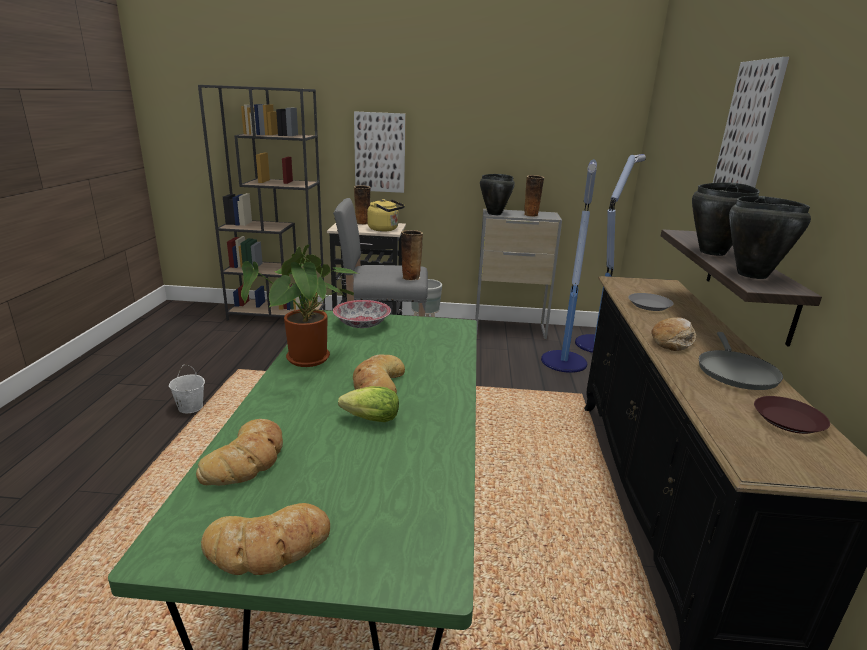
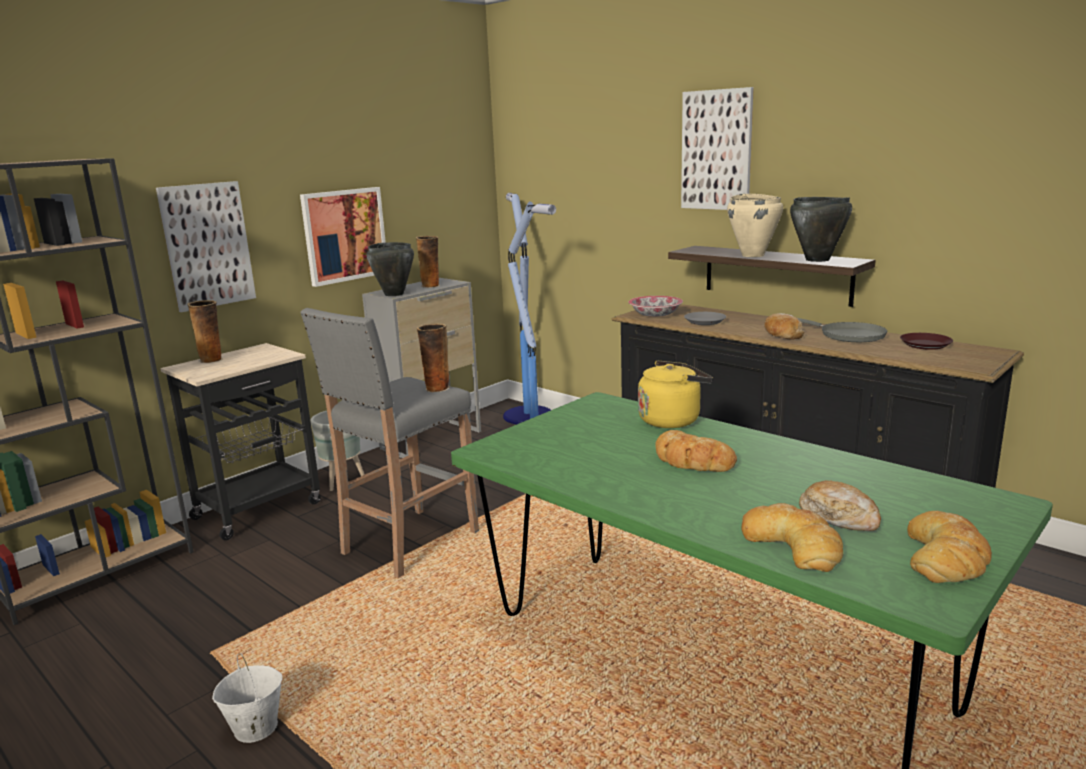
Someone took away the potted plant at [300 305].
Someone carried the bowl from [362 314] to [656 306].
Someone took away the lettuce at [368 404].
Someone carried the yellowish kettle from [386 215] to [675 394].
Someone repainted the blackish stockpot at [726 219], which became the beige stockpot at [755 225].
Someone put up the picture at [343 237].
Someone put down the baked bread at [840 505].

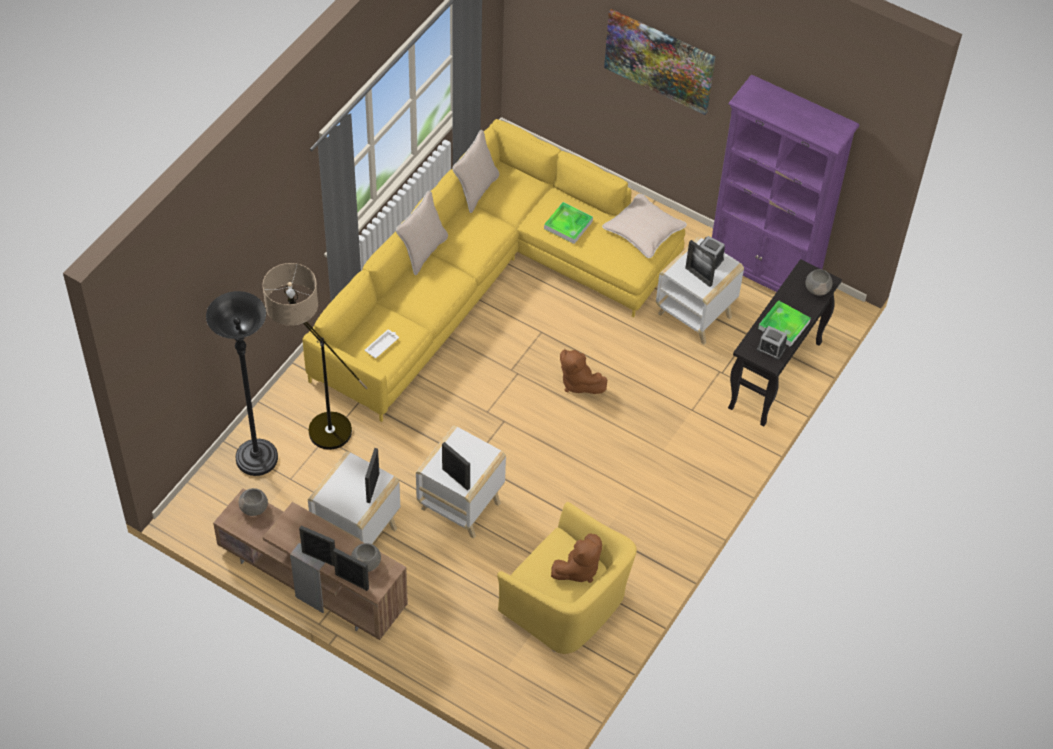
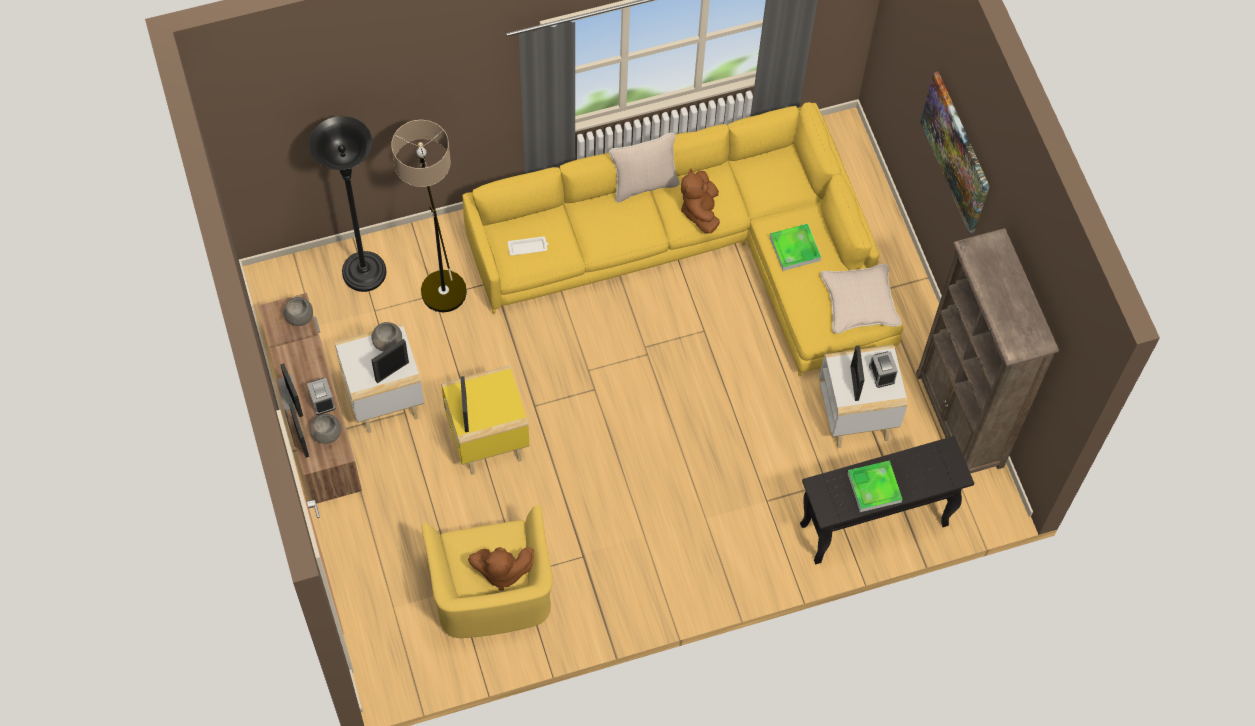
Someone repainted the white side table at [461 482], which became the yellowish side table at [485 420].
Someone took away the beige pillow at [475 171].
Someone carried the brown-coloured soft toy from [583 371] to [700 201].
Someone repainted the purple-coloured bookcase at [786 183], which became the brown-coloured bookcase at [987 351].
Someone carried the table clock from [772 343] to [321 396].
Someone carried the gray bowl from [818 282] to [387 337].

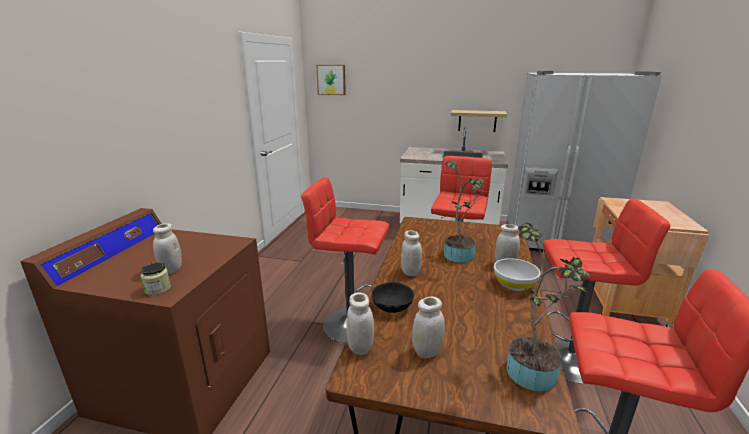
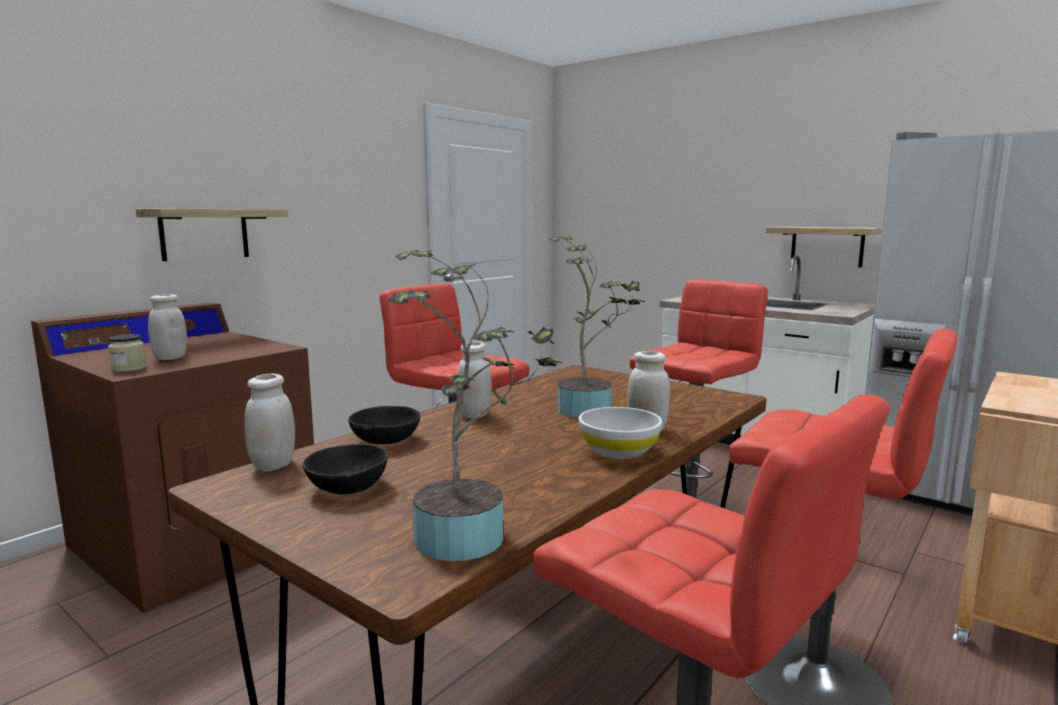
Someone took away the picture at [331 80].
Someone swapped the white storage jar at [428 327] for the blackish bowl at [345 469].
Someone put up the wall shelf at [212 235].

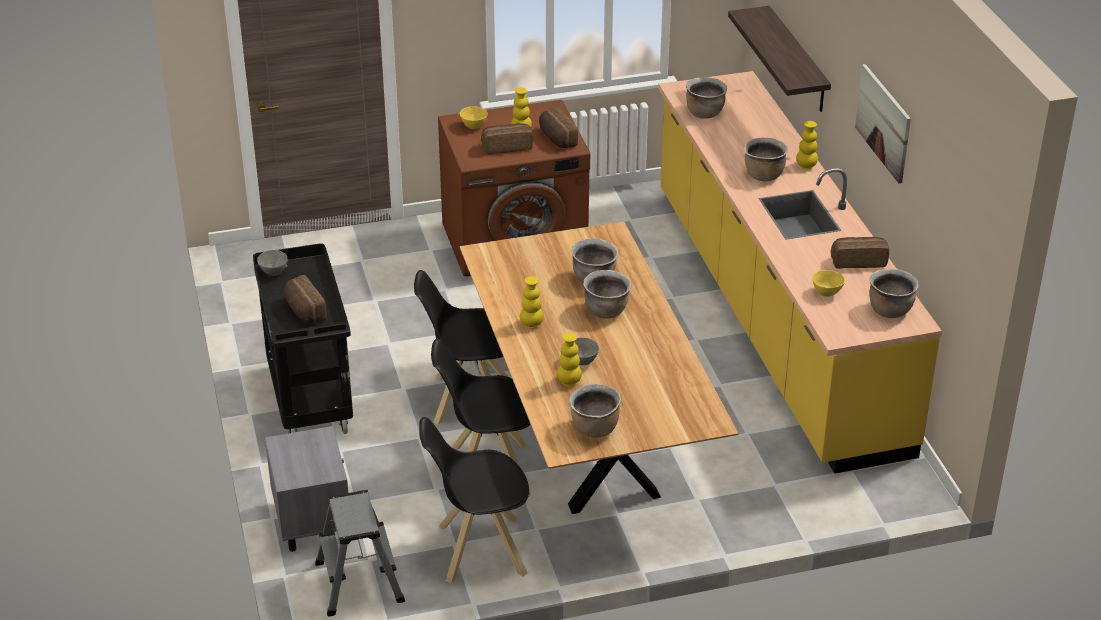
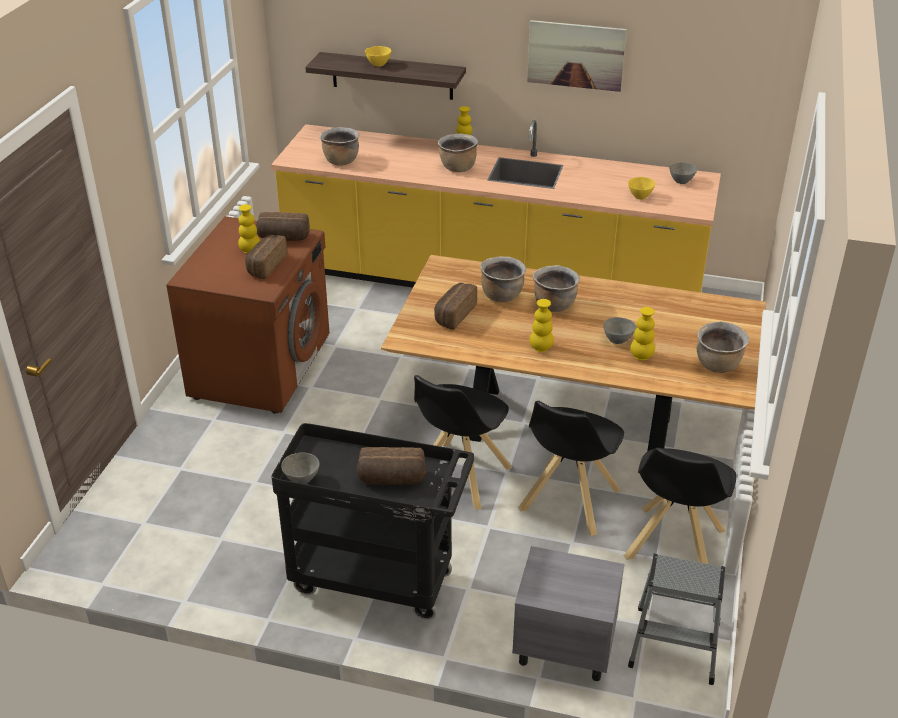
Someone carried the yellowish bowl from [474 117] to [378 56].
Someone carried the baked bread from [860 253] to [455 306].
Someone swapped the brown-coloured stockpot at [894 293] for the gray bowl at [683 173].

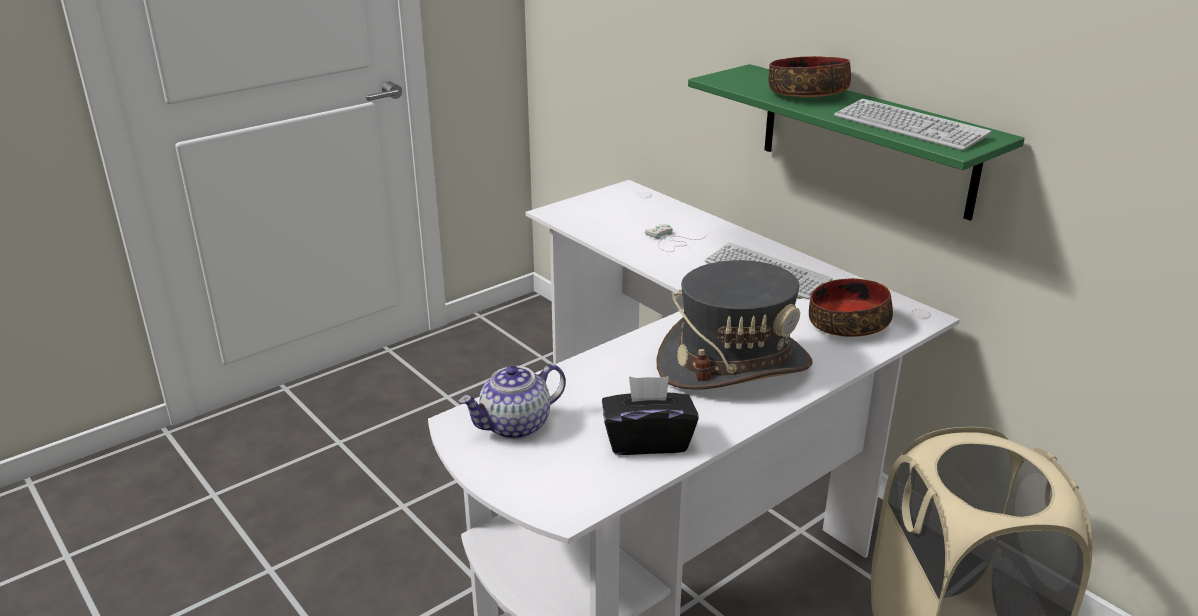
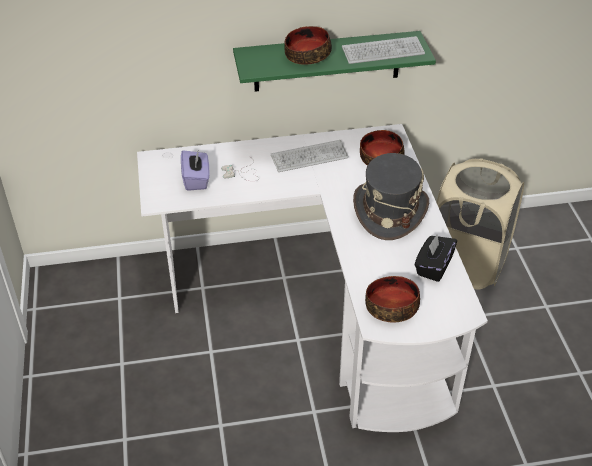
Someone swapped the teapot at [512 401] for the bowl at [392 299].
Someone put down the purple-coloured tissue holder at [195 170].

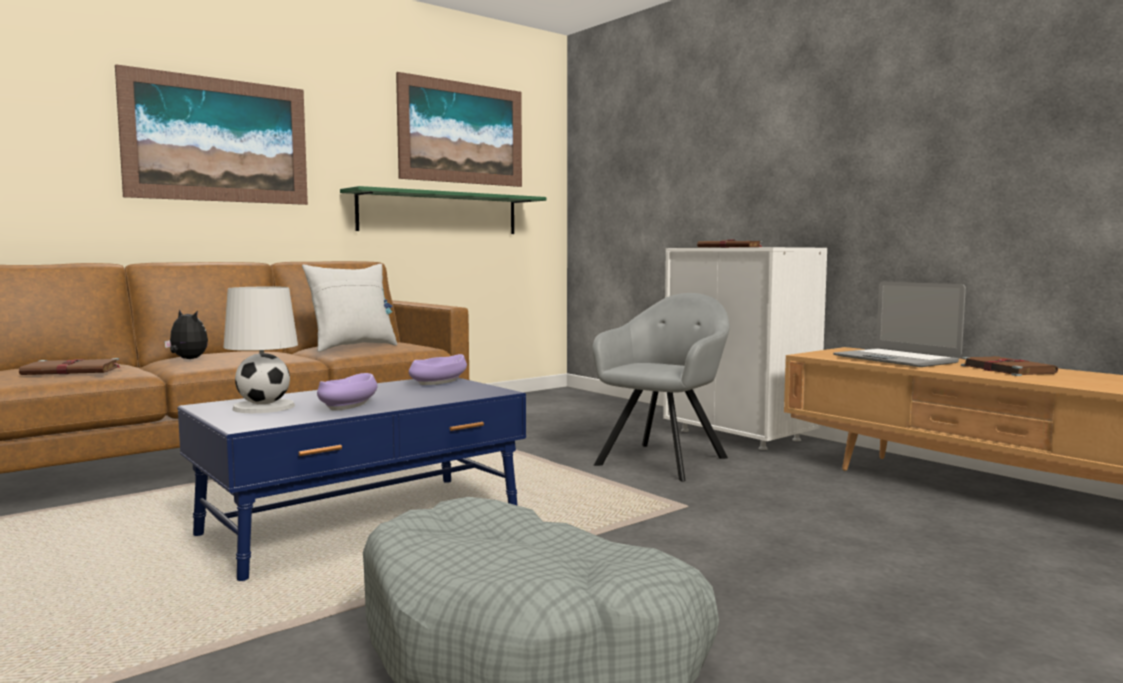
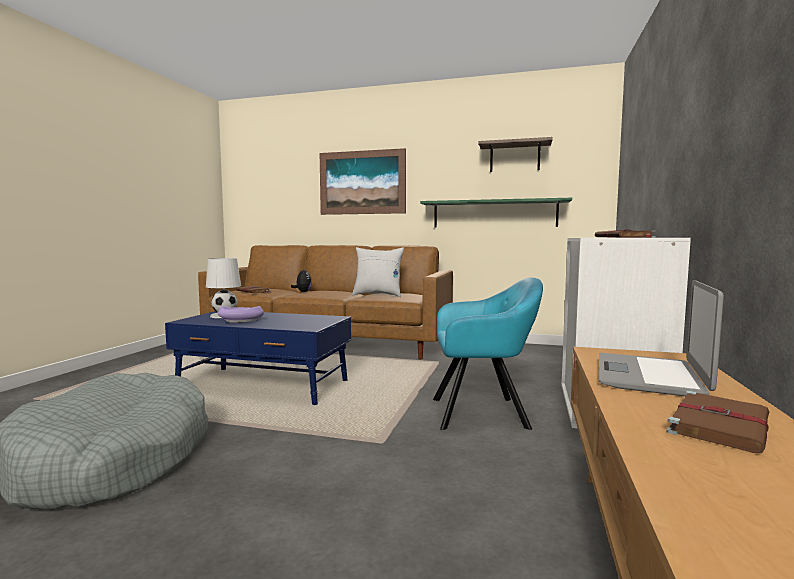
Someone swapped the picture at [459 129] for the wall shelf at [515 154].
Someone took away the purple-coloured bowl at [438 369].
Someone repainted the gray armchair at [660 387], which became the turquoise-coloured armchair at [488 354].

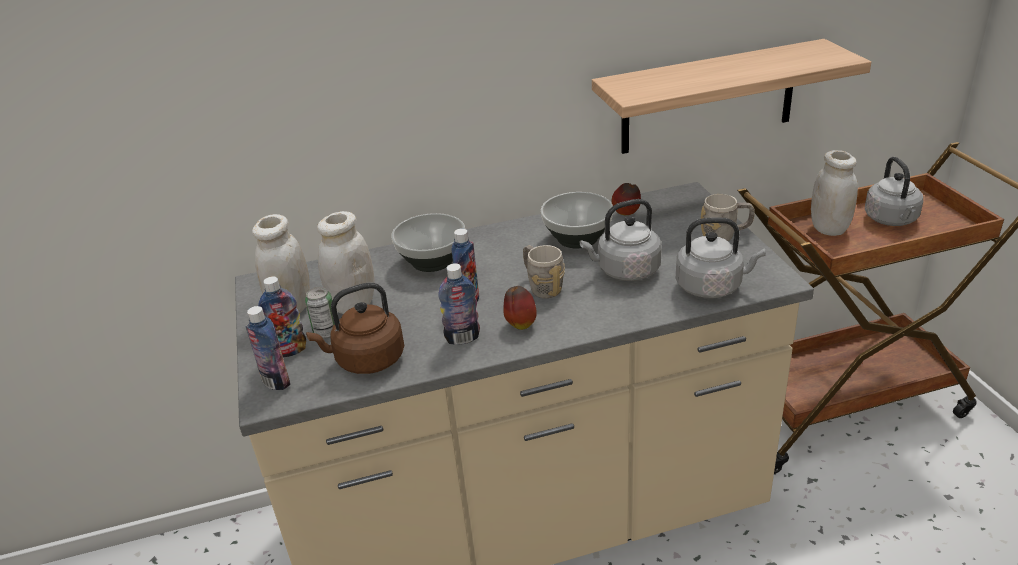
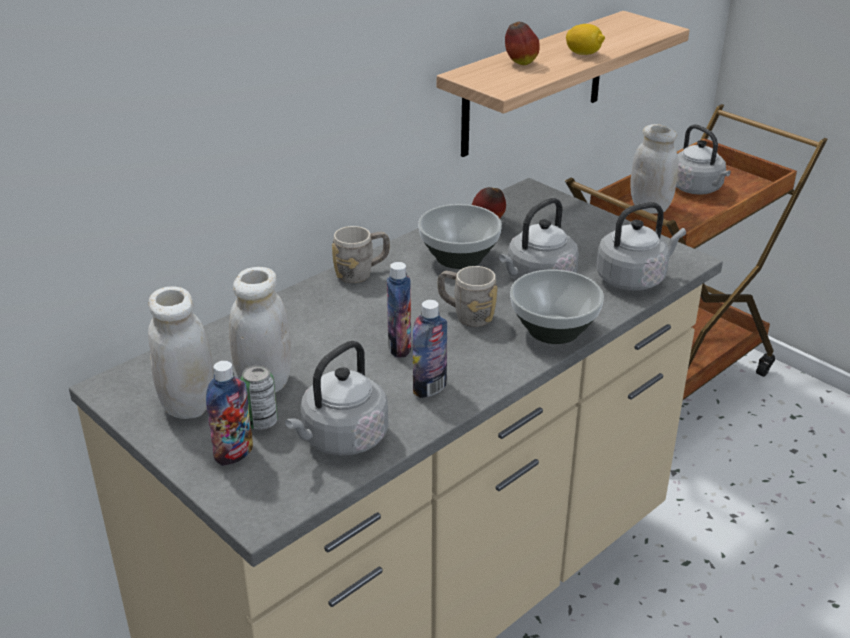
Someone took away the drink bottle at [267 348].
Someone repainted the brown-coloured kettle at [355 328], which became the gray kettle at [336 398].
Someone carried the bowl from [428 242] to [557 306].
Someone carried the apple from [520 308] to [522 43].
Someone carried the gray mug from [728 217] to [361 254].
Someone put down the citrus fruit at [585 39].

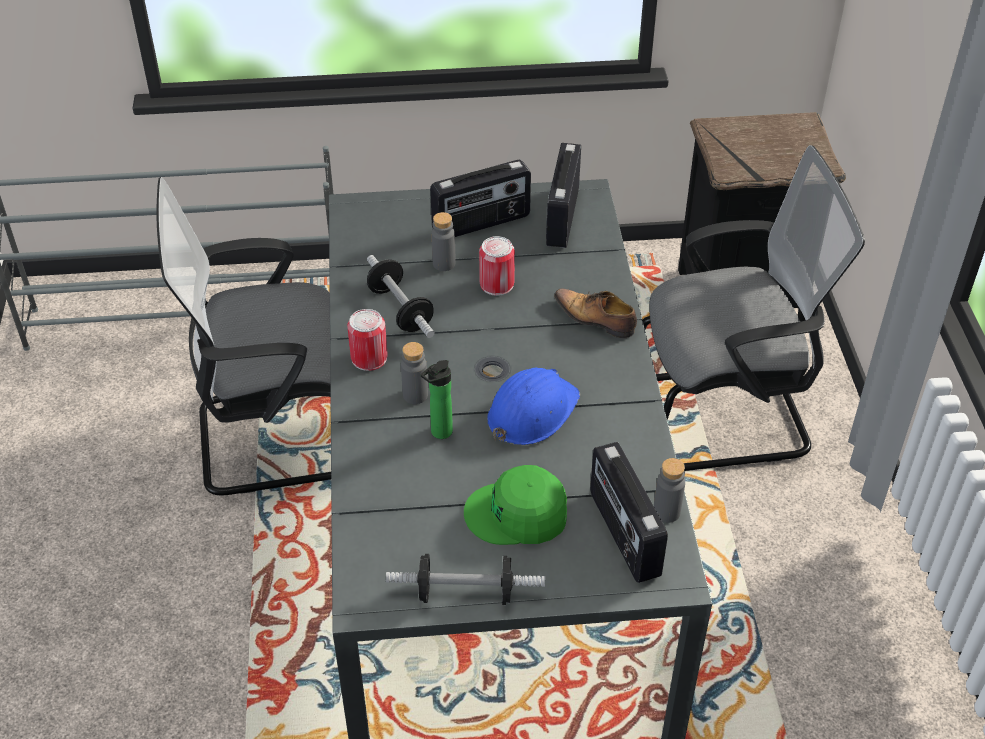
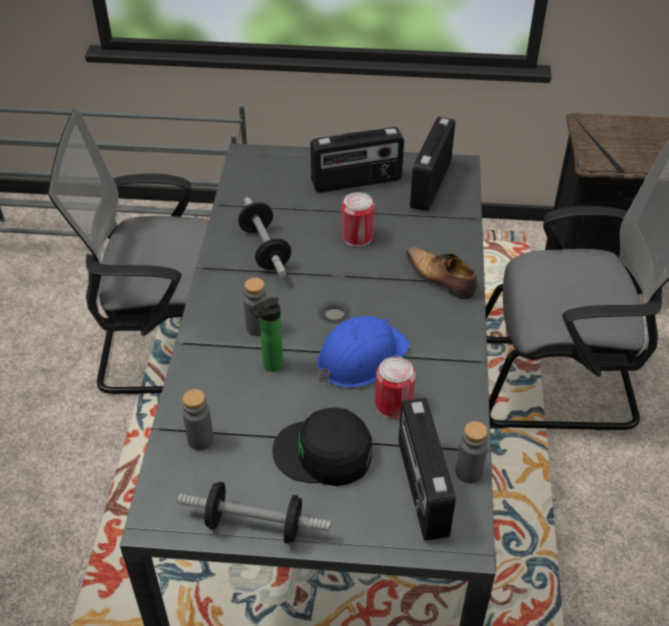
Someone carried the sealed can from [367 340] to [395 387].
Someone carried the gray drink bottle from [443 241] to [198 420].
Someone repainted the greenish peaked cap at [515 505], which became the blackish peaked cap at [322 446].

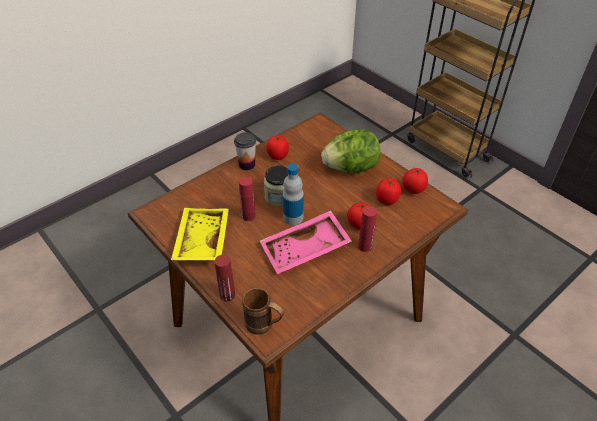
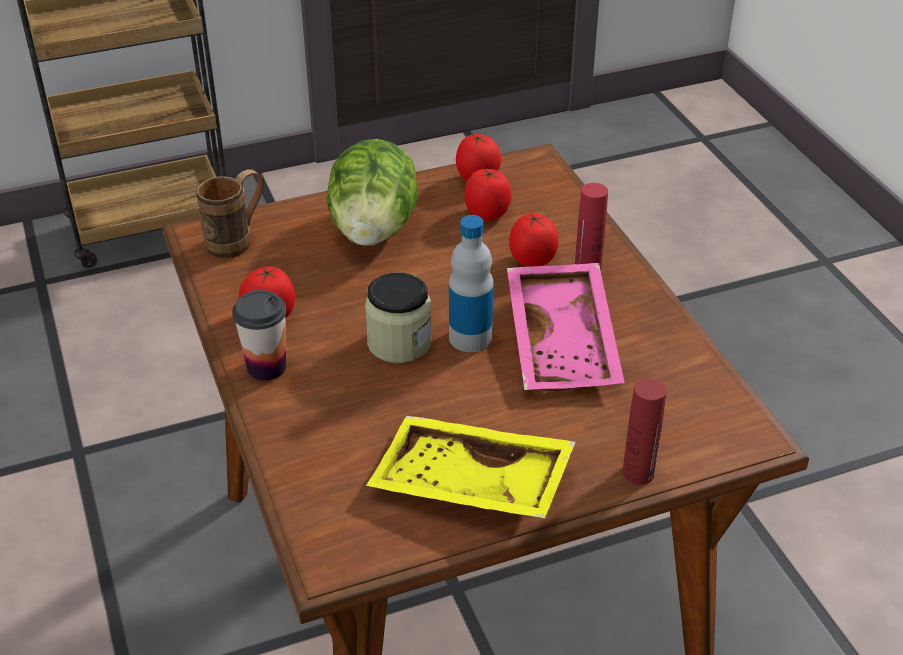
Someone took away the red drink bottle at [247 199].
Someone carried the brown-coloured mug from [263 311] to [230 214].

